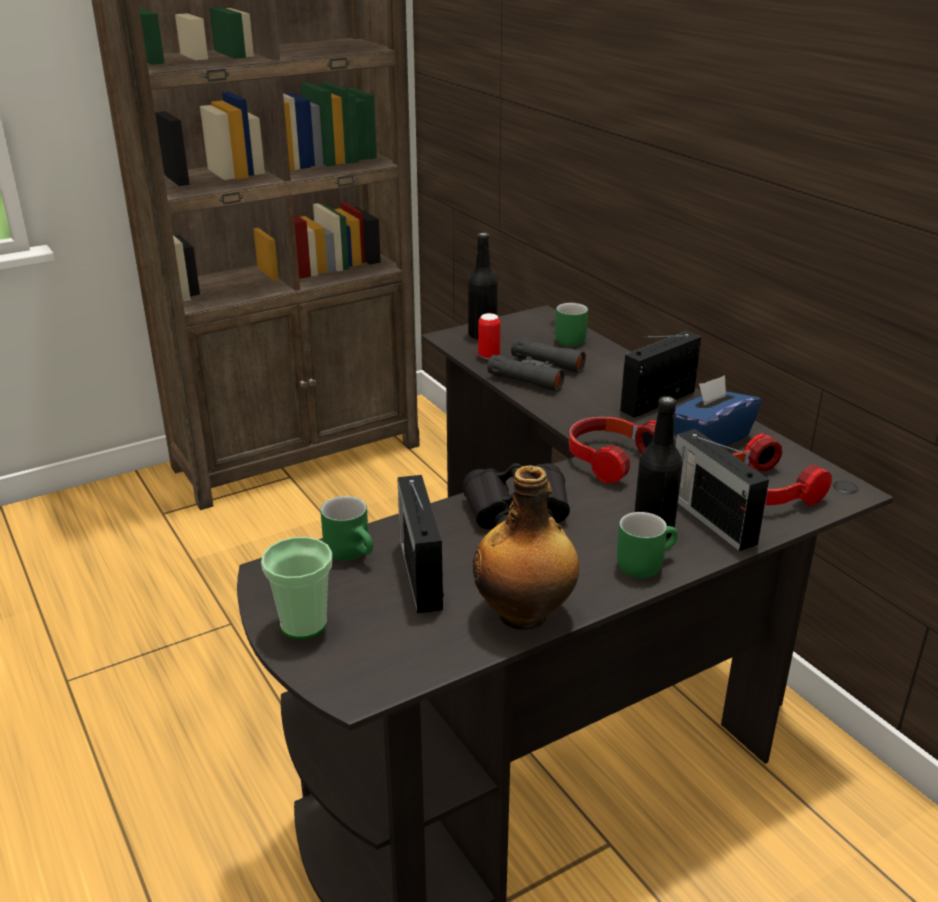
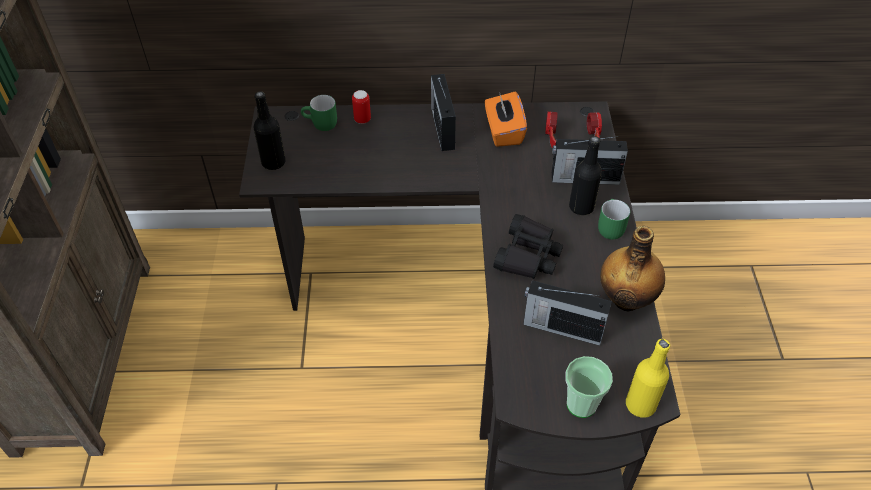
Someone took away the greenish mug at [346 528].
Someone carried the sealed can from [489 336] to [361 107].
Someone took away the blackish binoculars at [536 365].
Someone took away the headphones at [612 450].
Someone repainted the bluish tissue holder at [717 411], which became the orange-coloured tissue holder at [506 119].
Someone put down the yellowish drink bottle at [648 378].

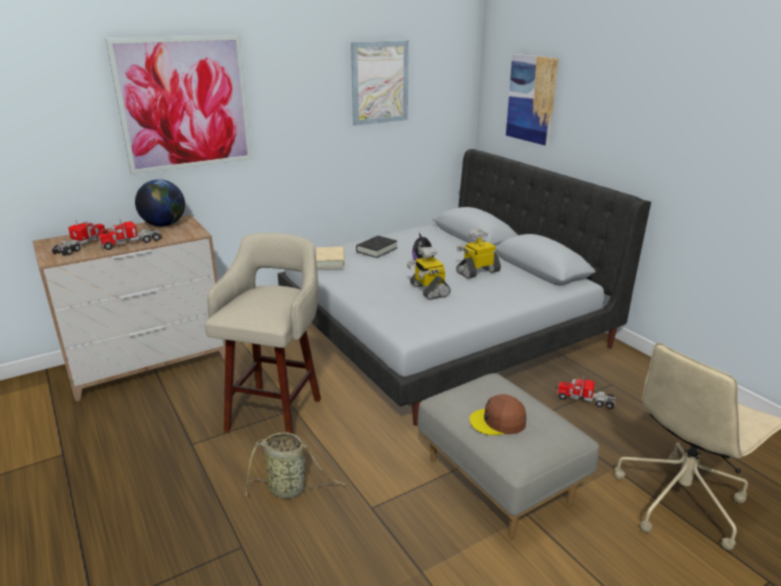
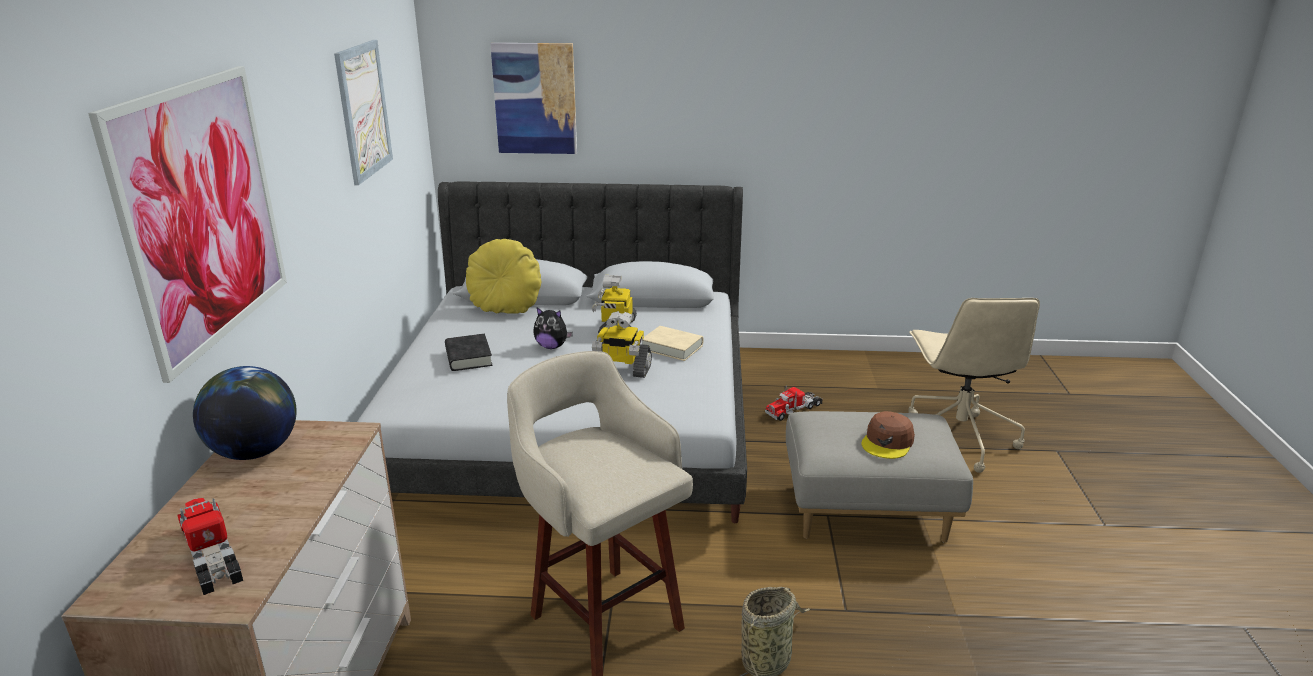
Someone took away the toy lorry at [130 234].
Someone carried the beige bound book from [330 257] to [673 343].
Someone put down the yellowish pillow at [503 276].

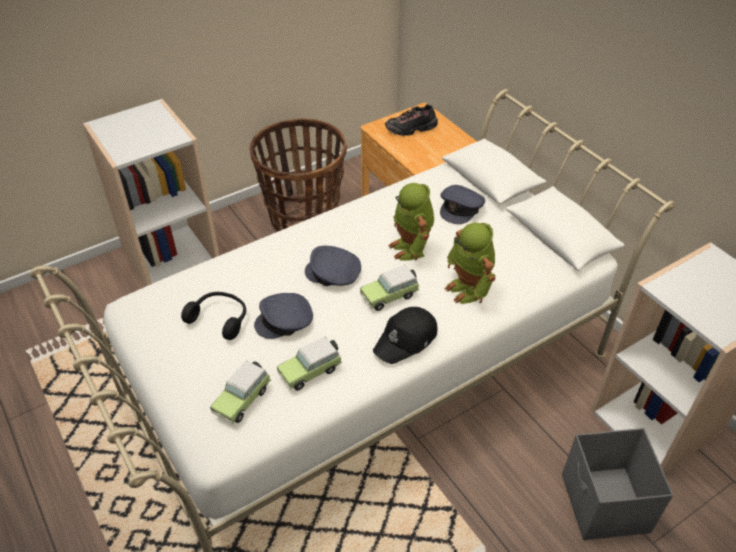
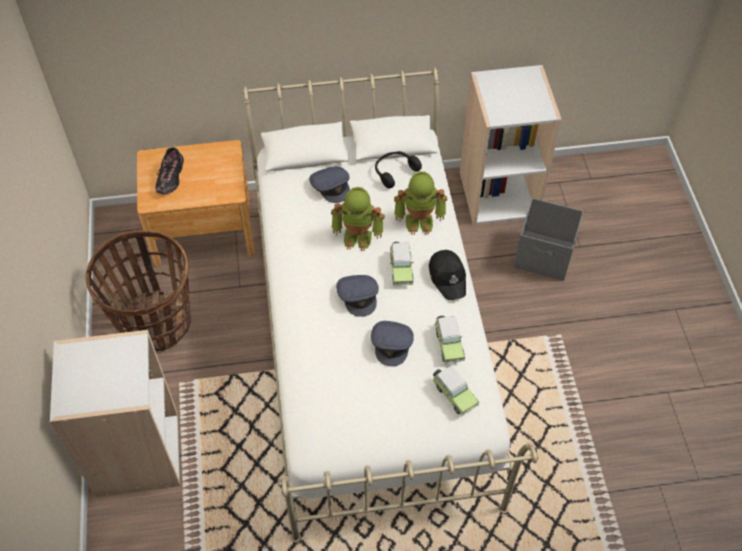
Someone carried the blackish headphones from [213 316] to [398 169].
Someone rotated the gray peaked cap at [333 266] by 60 degrees counterclockwise.

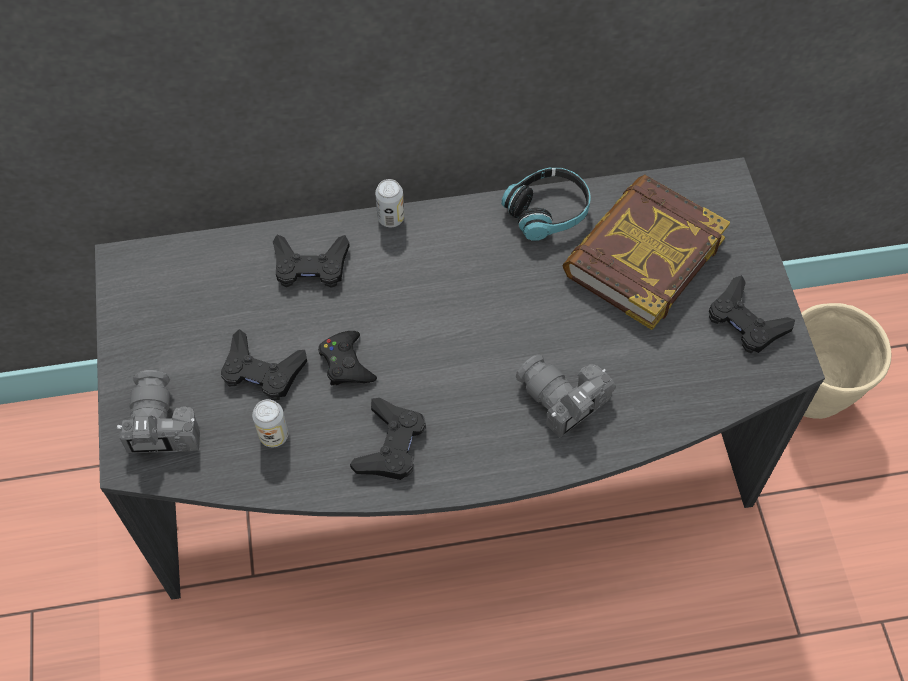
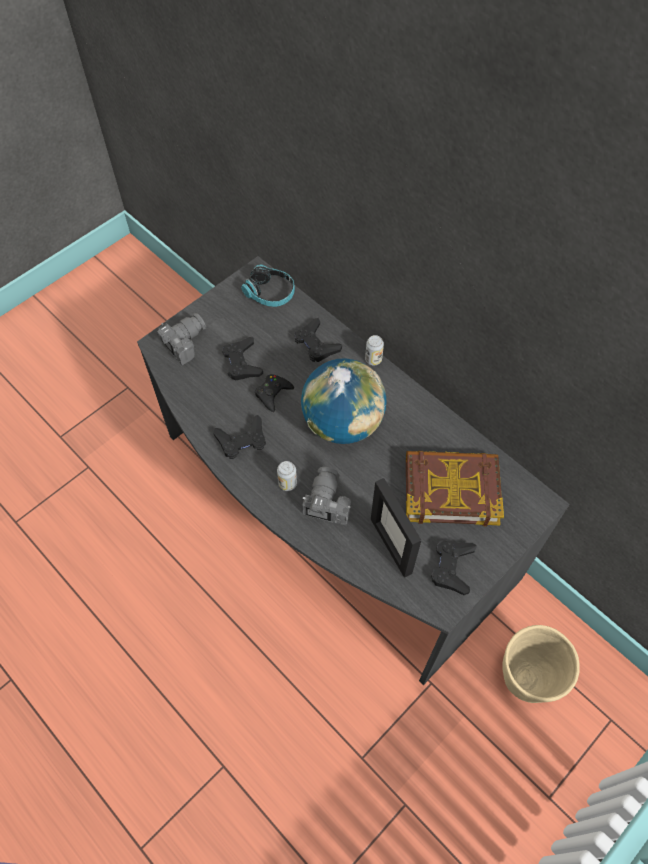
Someone carried the sealed can from [270 423] to [287 476].
Someone carried the headphones from [546 204] to [268 286].
Someone put down the globe at [343 401].
Someone put down the standing frame at [396 528].

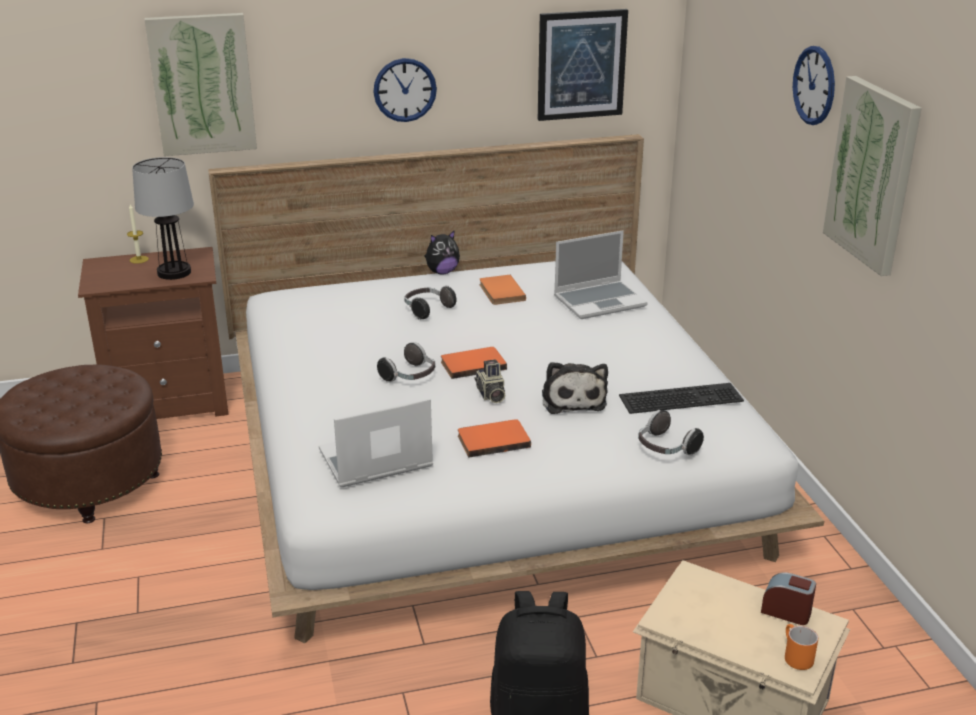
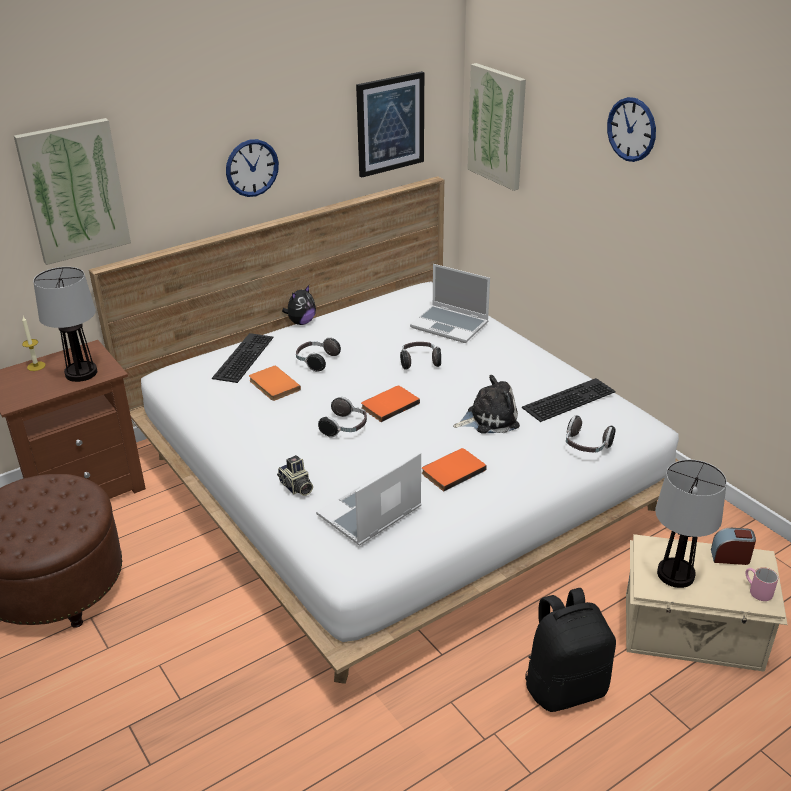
Someone carried the photo camera from [490 381] to [295 475].
Someone carried the orange-coloured bound book from [503 290] to [275 383].
Someone rotated the soft toy at [575 388] by 75 degrees counterclockwise.
Someone rotated the notebook computer at [601 274] by 75 degrees clockwise.
Someone repainted the orange-coloured mug at [801 647], which became the pink-coloured mug at [762 584].
Someone carried the picture from [872 176] to [496 127].
Someone put down the PC keyboard at [242 358].
Someone put down the headphones at [420 356].
Someone put down the table lamp at [691 523].

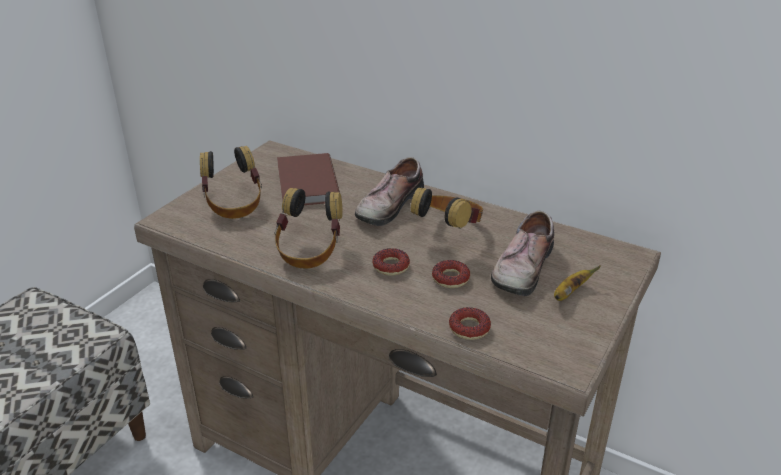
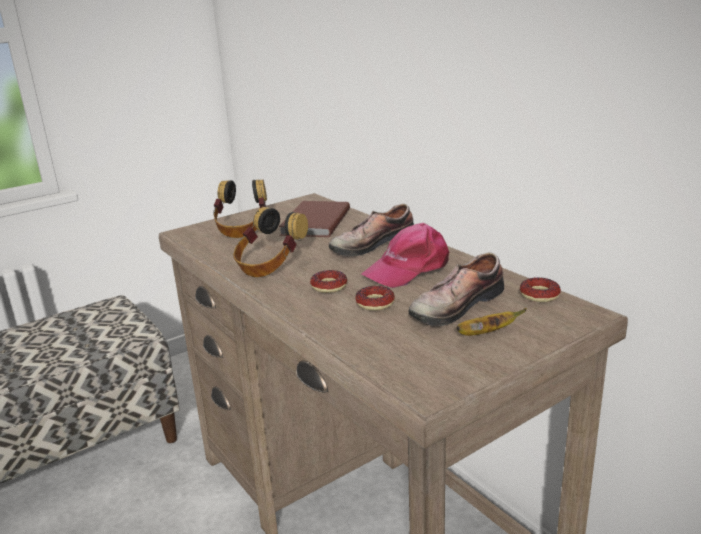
Someone swapped the headphones at [447 208] for the pink-coloured peaked cap at [405 255].
Someone carried the donut from [470 323] to [540 290].

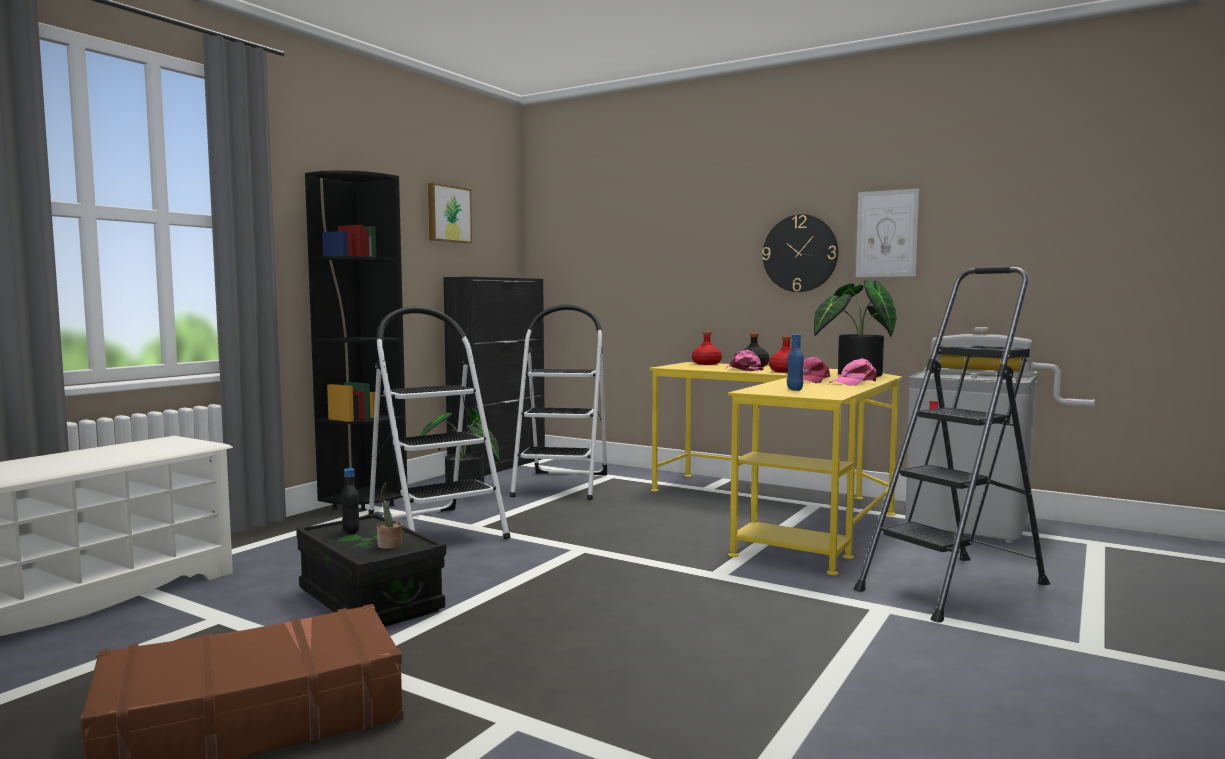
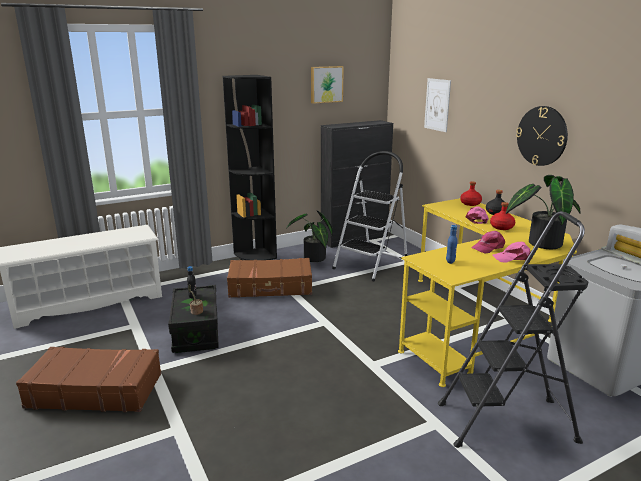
Someone swapped the step stool at [439 422] for the brown-coloured piece of luggage at [269 278].
Someone carried the picture from [887 232] to [437 105].

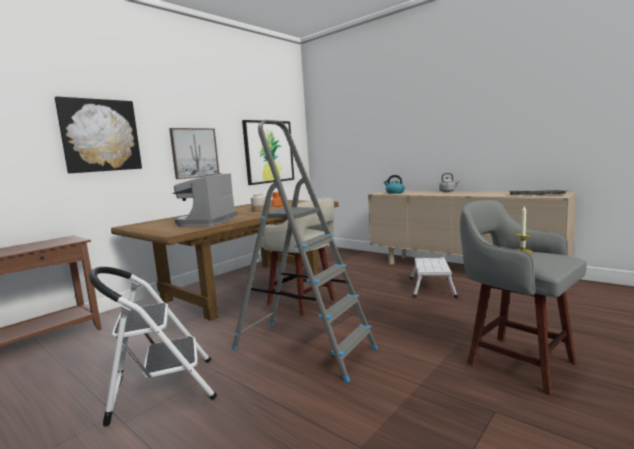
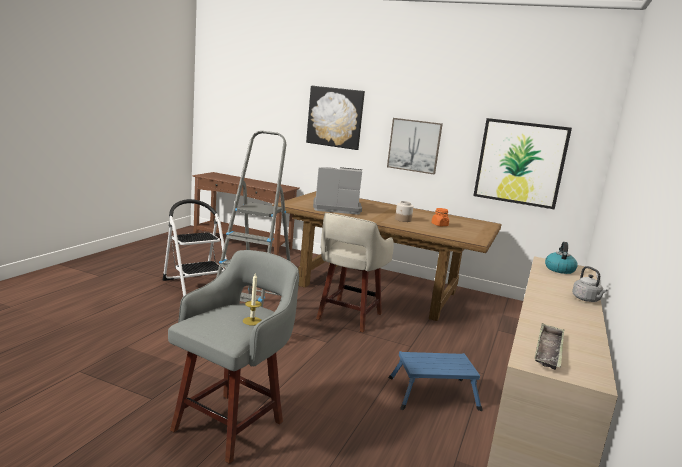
Someone repainted the white step stool at [434 278], which became the bluish step stool at [435 381].

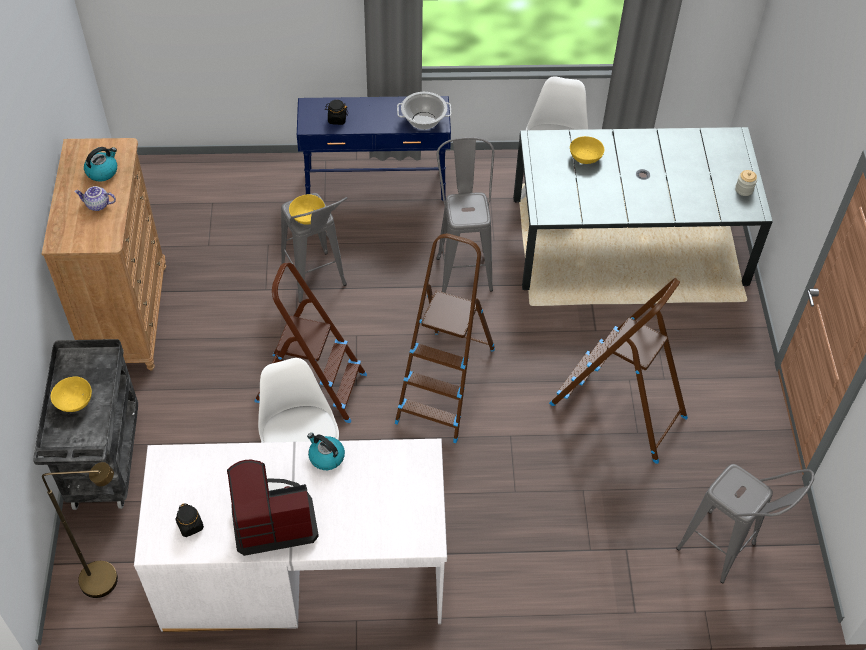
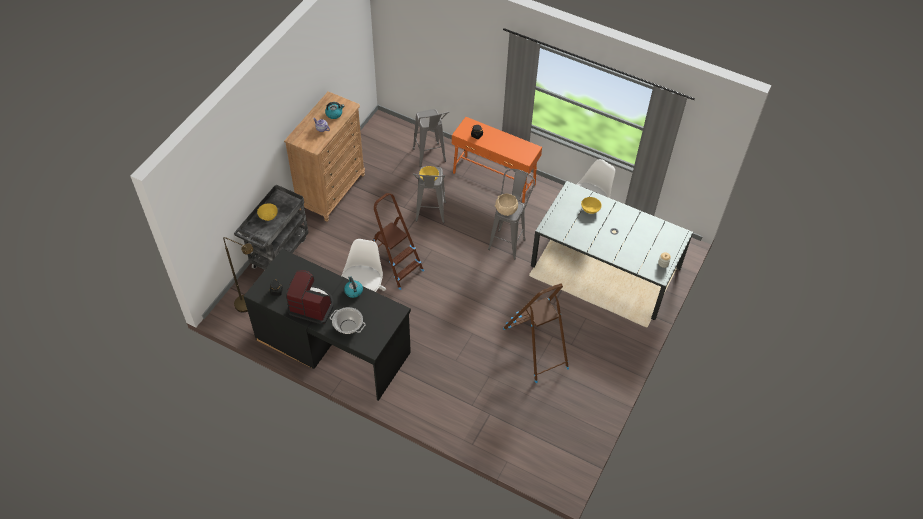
Someone repainted the white desk unit at [290 535], which became the blackish desk unit at [327 325].
Someone repainted the bluish narrow table at [374 148], which became the orange-coloured narrow table at [497 160].
Someone took away the brown-coloured step stool at [445 338].
Someone carried the stockpot from [424 111] to [348 320].
Someone carried the gray stool seat from [745 523] to [431 138].
Someone put down the beige bowl at [506 204].

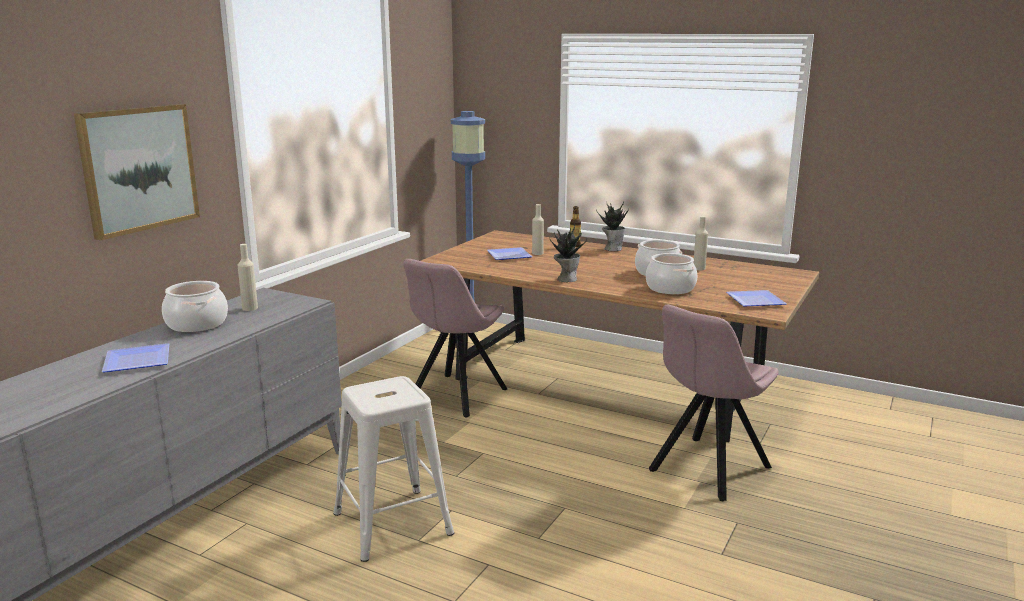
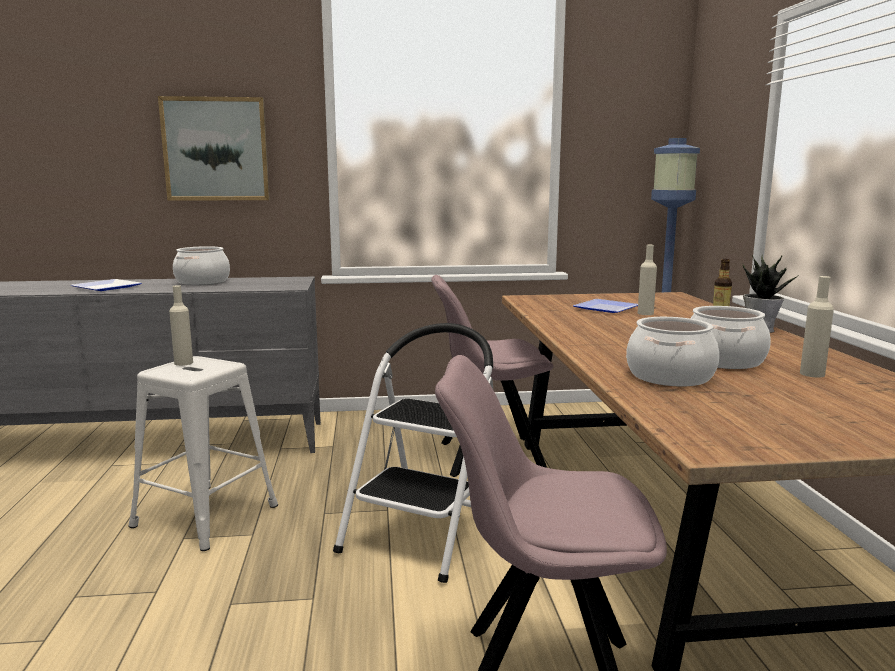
Someone carried the beige drink bottle from [247 277] to [181 325].
Someone took away the potted plant at [568 253].
Someone took away the plate at [756 298].
Someone put down the step stool at [413 453].

